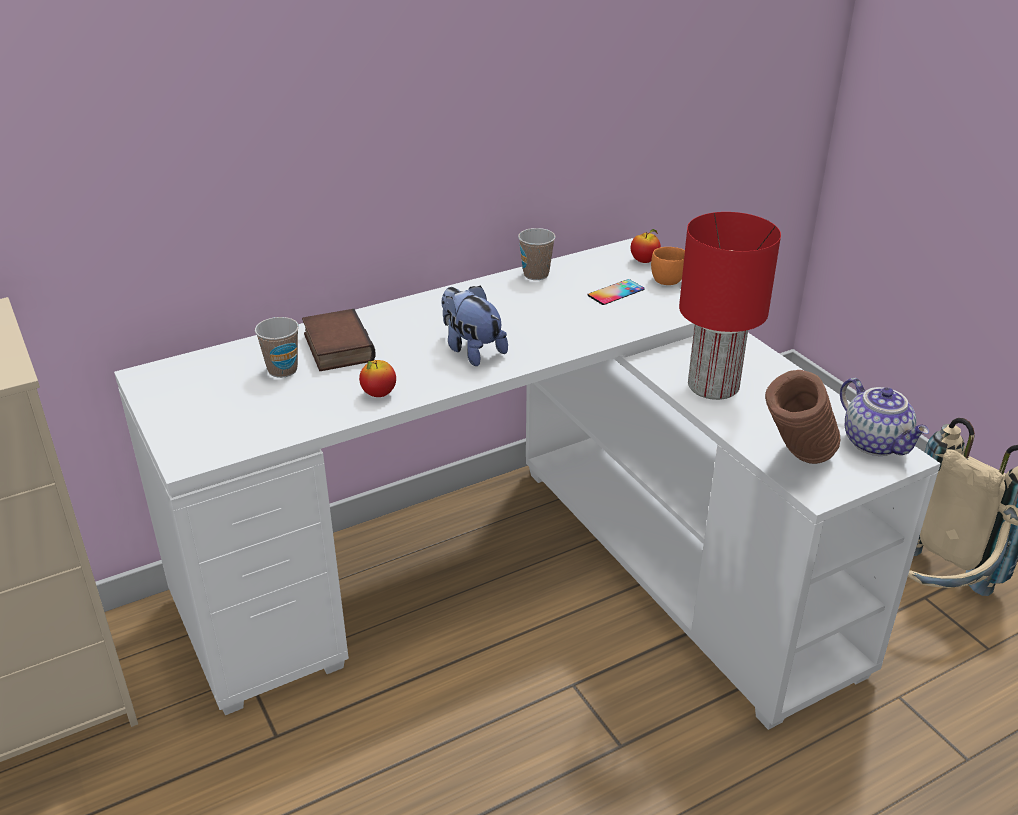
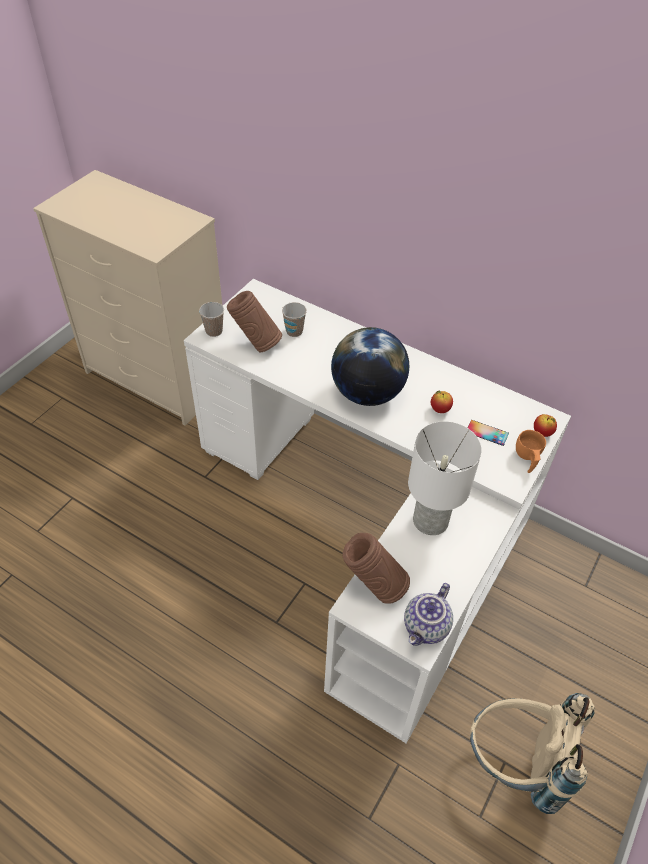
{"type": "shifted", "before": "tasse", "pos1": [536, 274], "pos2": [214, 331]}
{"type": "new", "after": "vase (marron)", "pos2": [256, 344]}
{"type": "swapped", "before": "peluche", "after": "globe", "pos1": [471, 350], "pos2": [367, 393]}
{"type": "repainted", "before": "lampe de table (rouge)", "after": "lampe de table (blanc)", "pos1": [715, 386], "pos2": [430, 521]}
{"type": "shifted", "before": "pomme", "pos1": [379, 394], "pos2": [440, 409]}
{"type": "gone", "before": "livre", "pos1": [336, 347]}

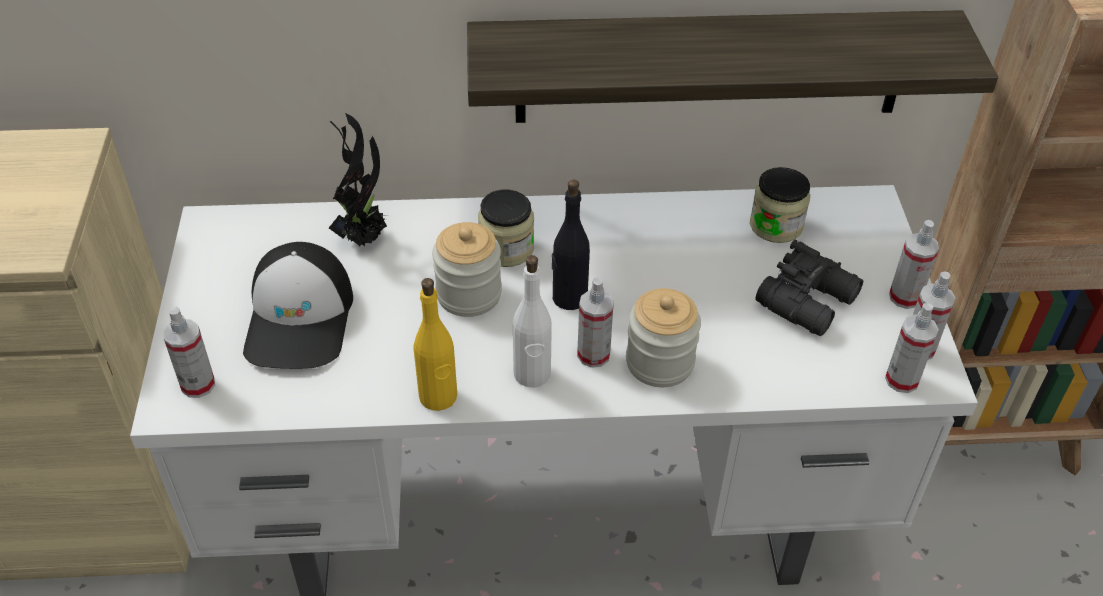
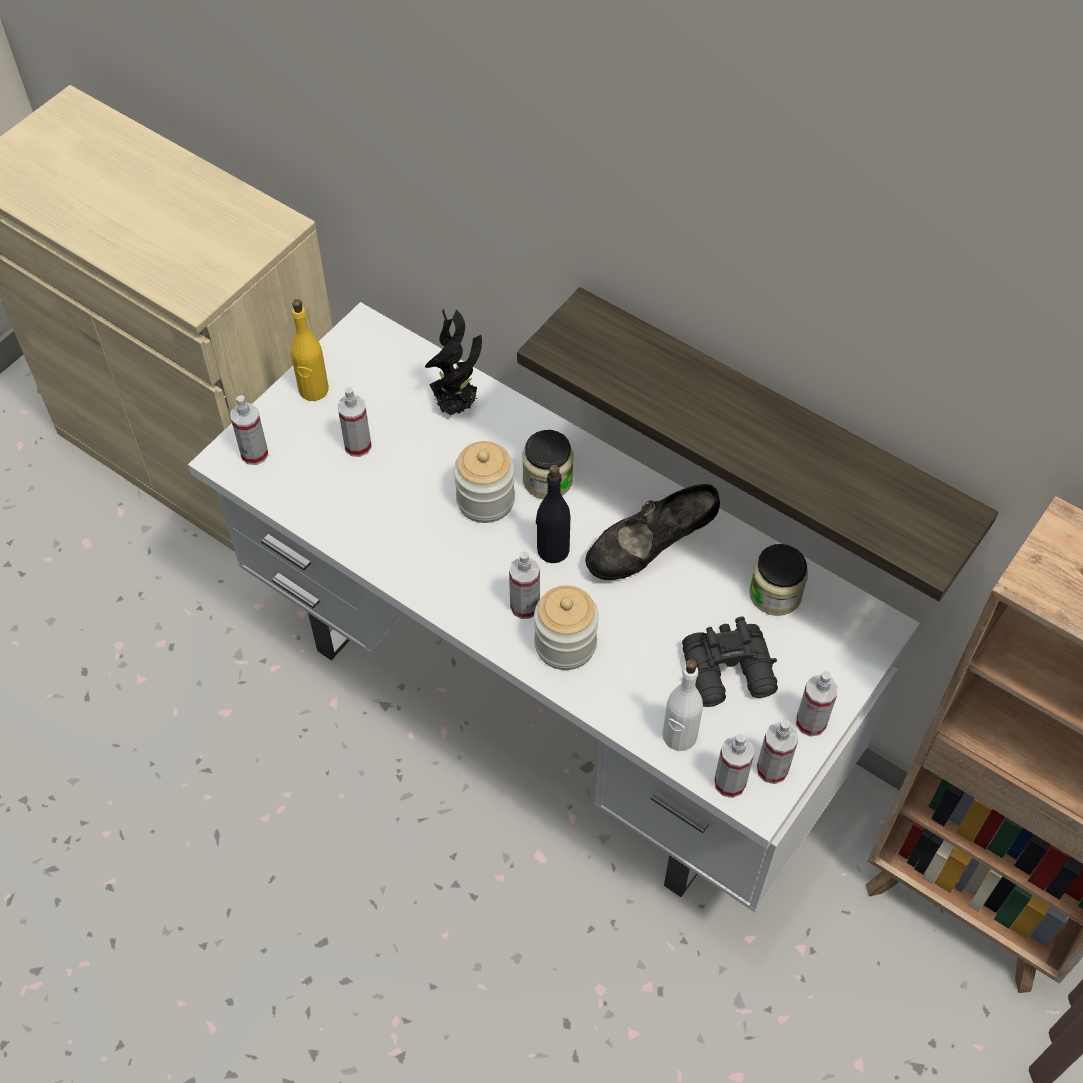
{"type": "shifted", "before": "bouteille (jaune)", "pos1": [438, 397], "pos2": [313, 390]}
{"type": "swapped", "before": "casquette", "after": "vaporisateur", "pos1": [301, 319], "pos2": [358, 446]}
{"type": "new", "after": "chaussure (noir)", "pos2": [650, 550]}
{"type": "shifted", "before": "bouteille (blanc)", "pos1": [532, 374], "pos2": [679, 736]}

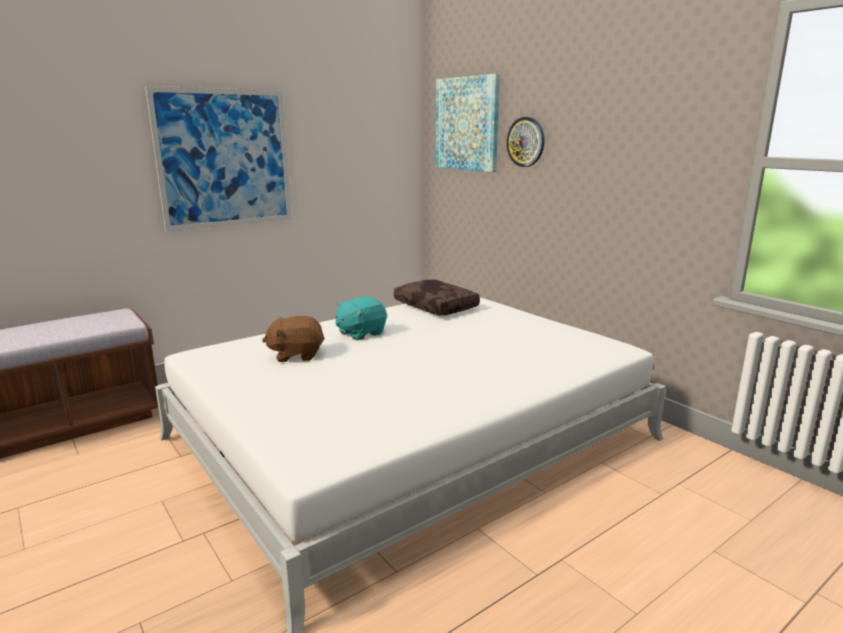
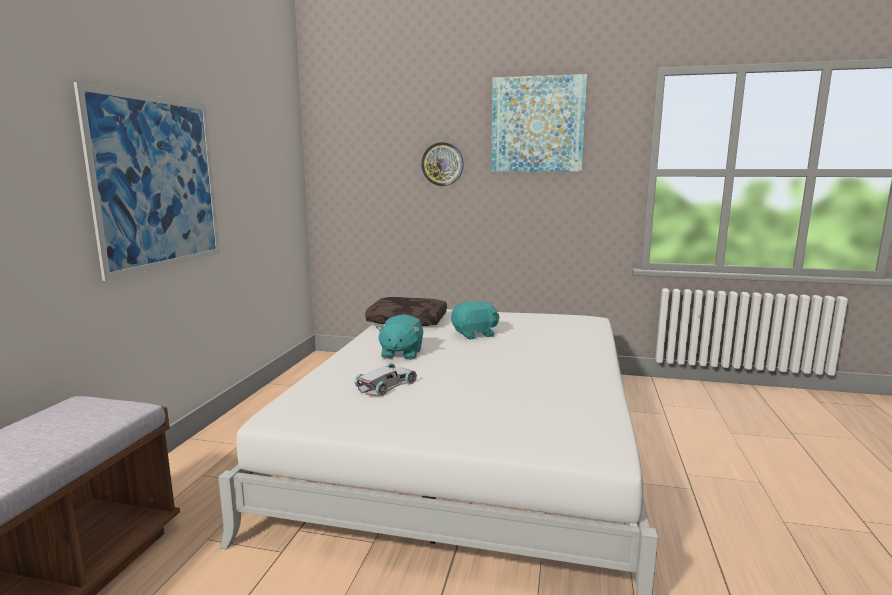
{"type": "swapped", "before": "peluche (marron)", "after": "petite voiture (blanc)", "pos1": [296, 355], "pos2": [387, 385]}
{"type": "new", "after": "peluche (turquoise)", "pos2": [475, 334]}
{"type": "shifted", "before": "tableau", "pos1": [467, 124], "pos2": [537, 124]}

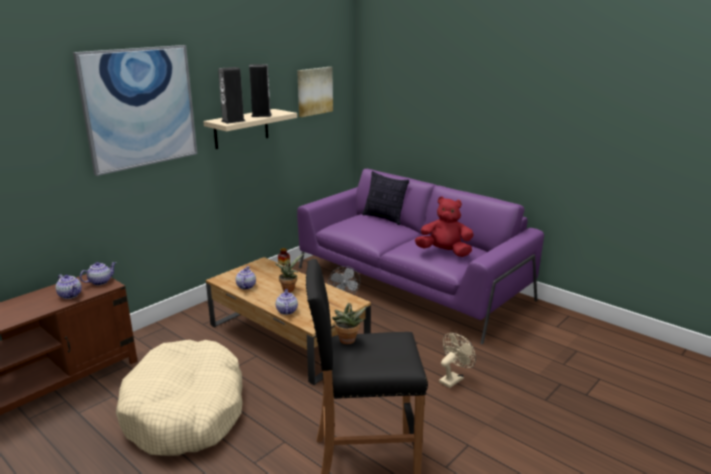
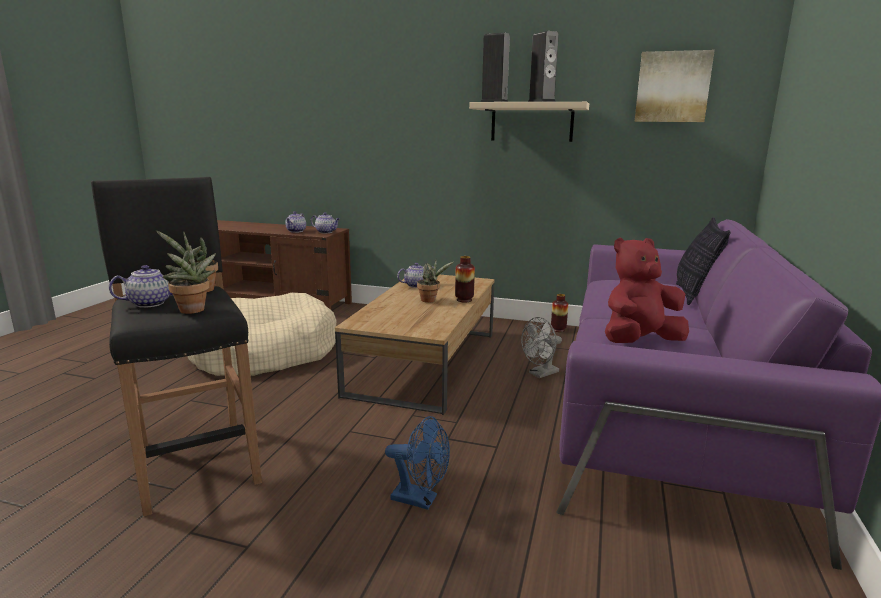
{"type": "shifted", "before": "théière", "pos1": [286, 311], "pos2": [151, 303]}
{"type": "new", "after": "plante en pot", "pos2": [193, 311]}
{"type": "repainted", "before": "ventilateur (beige)", "after": "ventilateur (bleu)", "pos1": [453, 379], "pos2": [421, 499]}
{"type": "new", "after": "vase", "pos2": [464, 300]}
{"type": "rotated", "before": "peluche (rouge)", "pos1": [444, 252], "pos2": [639, 342], "turn": -105}
{"type": "gone", "before": "tableau", "pos1": [140, 108]}

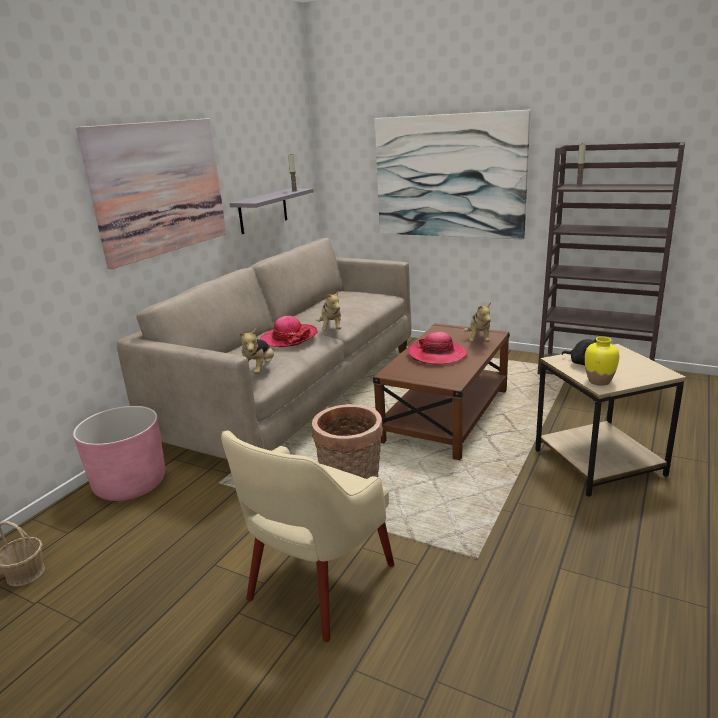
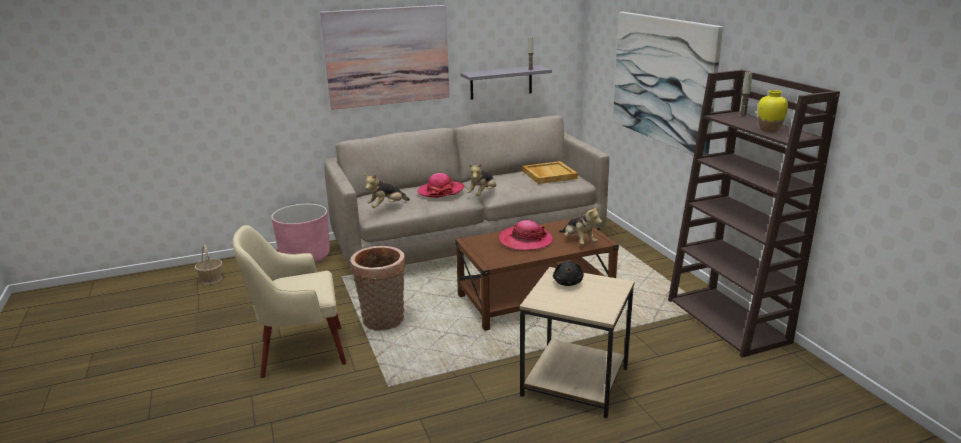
{"type": "new", "after": "plateau (beige)", "pos2": [548, 174]}
{"type": "rotated", "before": "peluche", "pos1": [479, 340], "pos2": [578, 242], "turn": -75}
{"type": "shifted", "before": "vase (jaune)", "pos1": [599, 381], "pos2": [769, 130]}

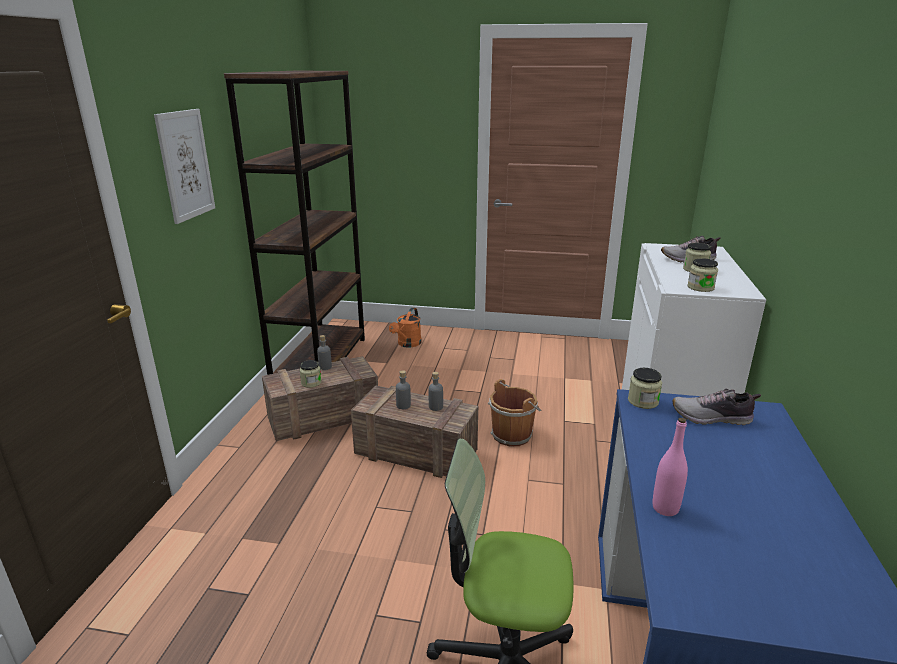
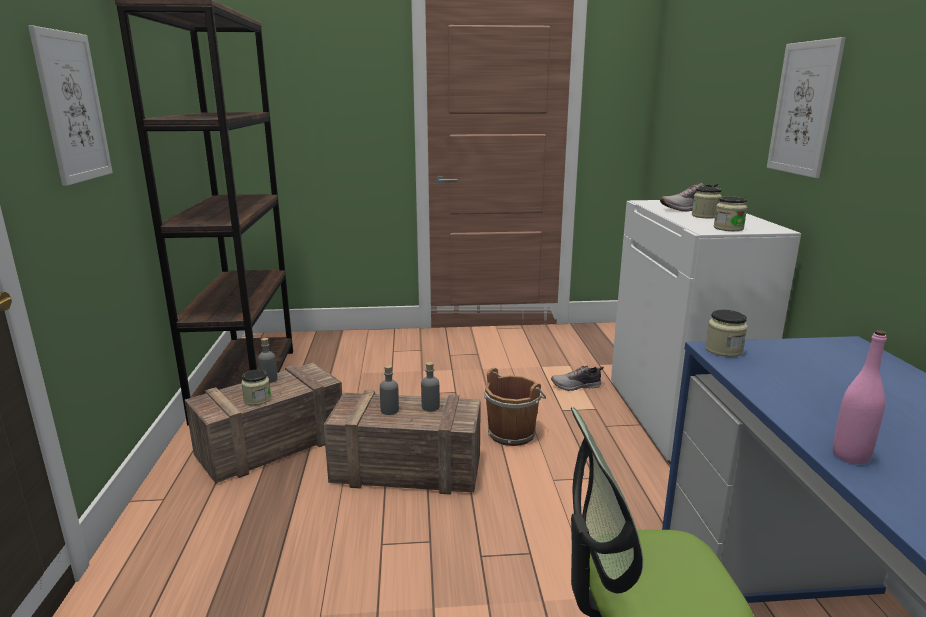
{"type": "shifted", "before": "chaussure", "pos1": [712, 418], "pos2": [576, 386]}
{"type": "new", "after": "tableau", "pos2": [804, 108]}
{"type": "gone", "before": "arrosoir (orange)", "pos1": [407, 344]}

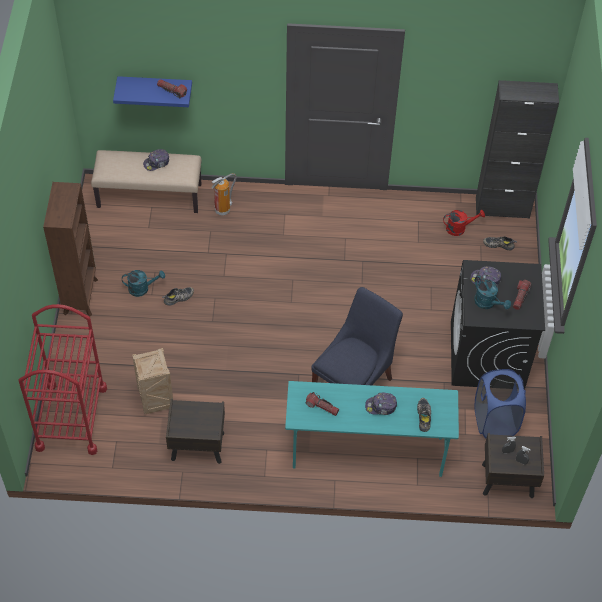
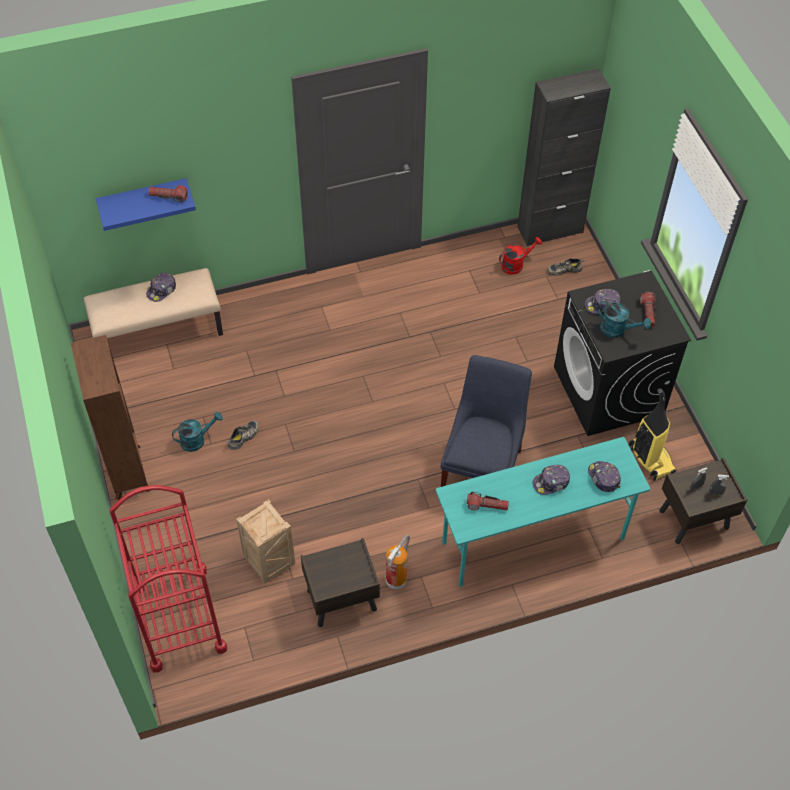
{"type": "shifted", "before": "extincteur", "pos1": [223, 210], "pos2": [396, 579]}
{"type": "swapped", "before": "chaussure", "after": "casquette", "pos1": [424, 416], "pos2": [603, 478]}
{"type": "swapped", "before": "panier à linge (bleu)", "after": "aspirateur", "pos1": [494, 421], "pos2": [650, 459]}

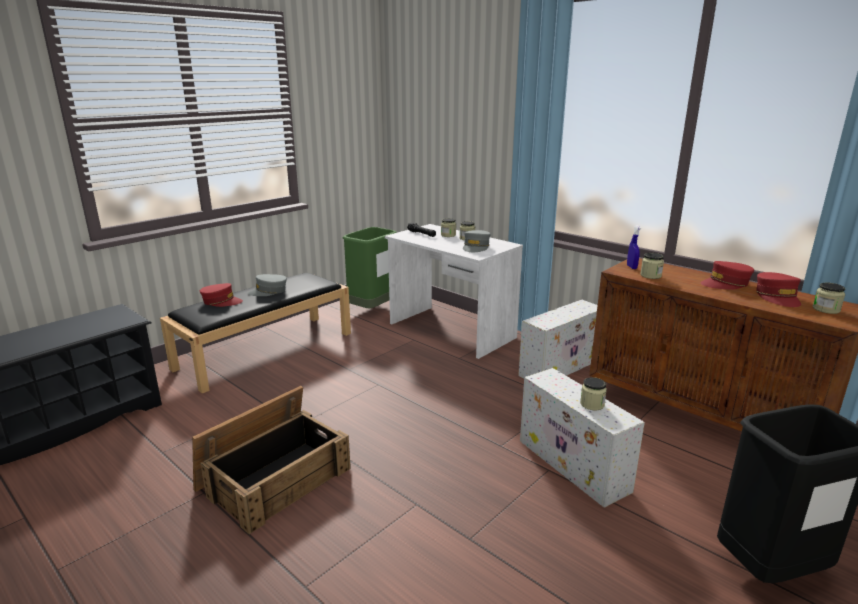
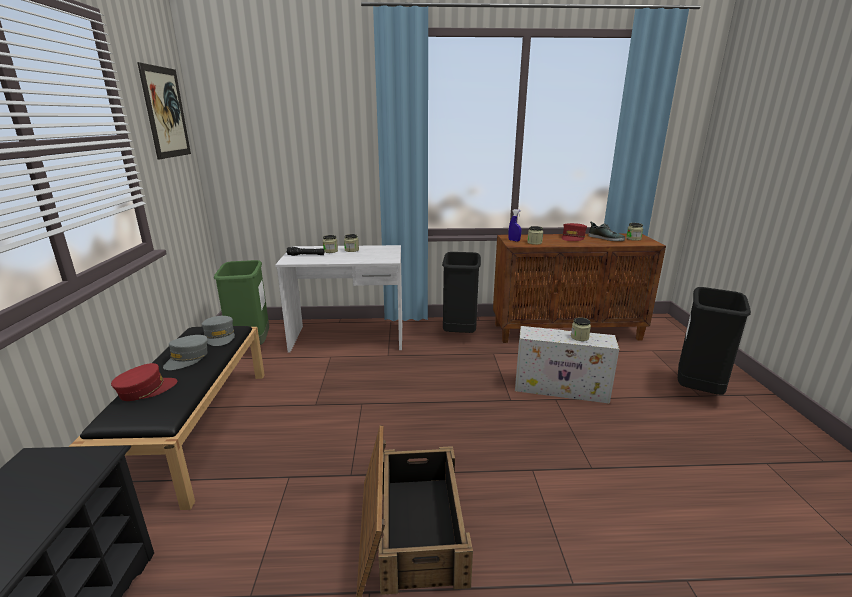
{"type": "new", "after": "tableau", "pos2": [166, 112]}
{"type": "shifted", "before": "casquette (gris)", "pos1": [476, 247], "pos2": [220, 336]}
{"type": "swapped", "before": "boîte de rangement (blanc)", "after": "poubelle (noir)", "pos1": [560, 367], "pos2": [459, 333]}
{"type": "swapped", "before": "casquette (rouge)", "after": "chaussure", "pos1": [777, 297], "pos2": [606, 238]}

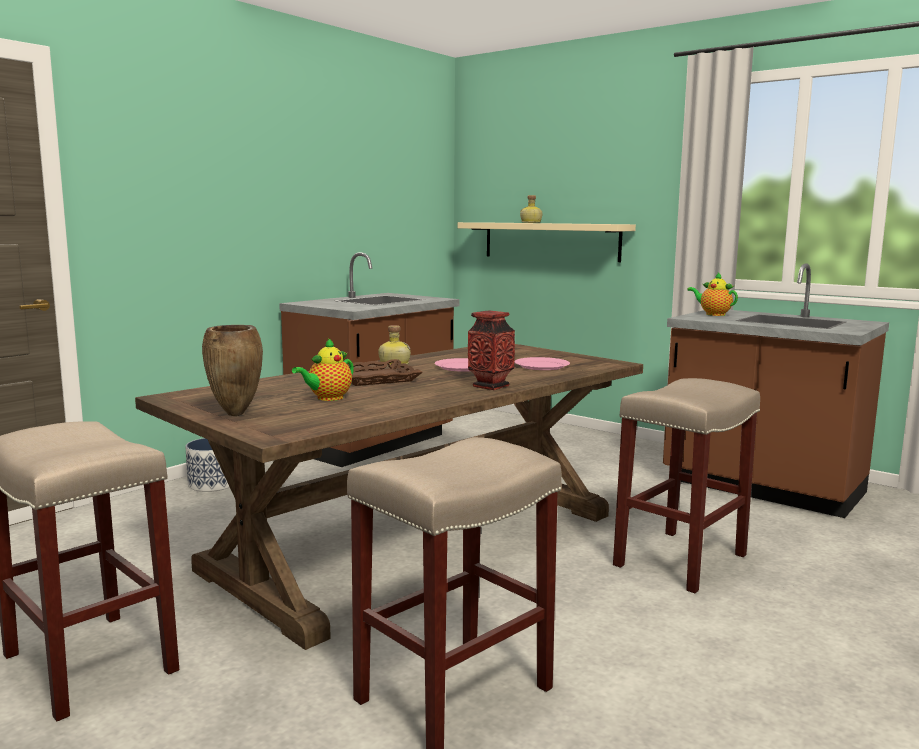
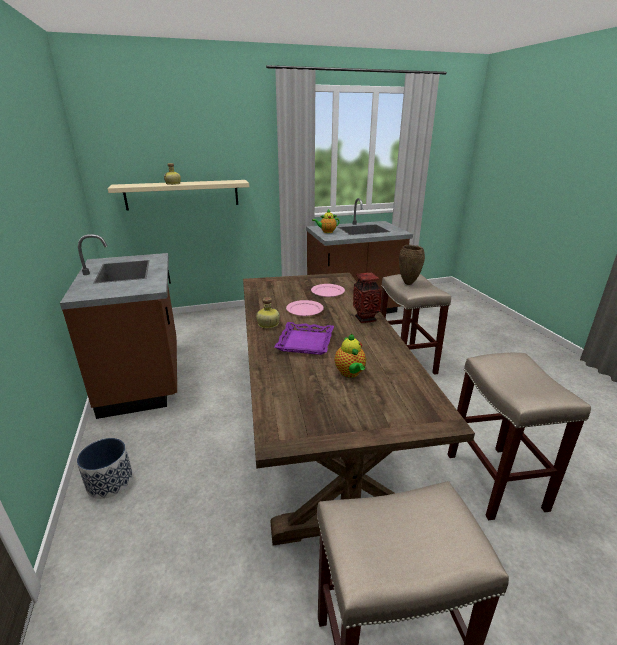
{"type": "repainted", "before": "plateau (marron)", "after": "plateau (violet)", "pos1": [374, 378], "pos2": [305, 342]}
{"type": "shifted", "before": "vase (marron)", "pos1": [236, 414], "pos2": [409, 284]}

